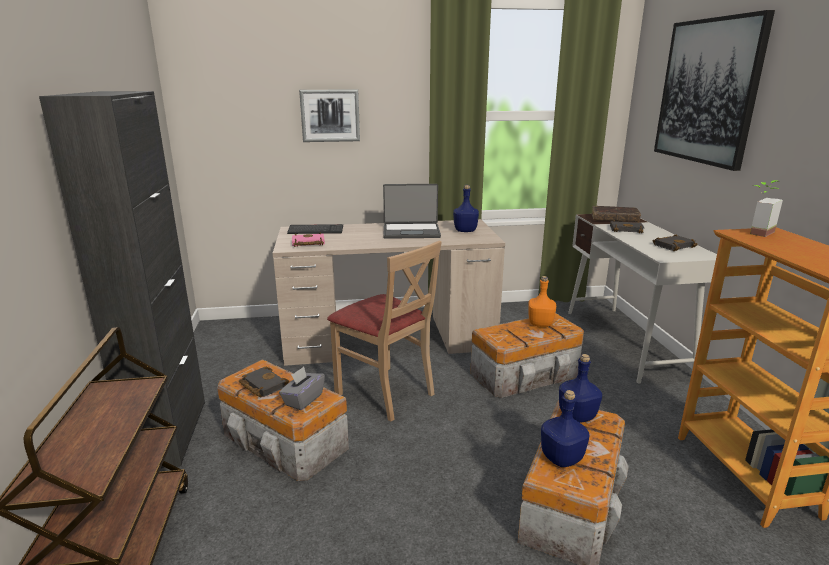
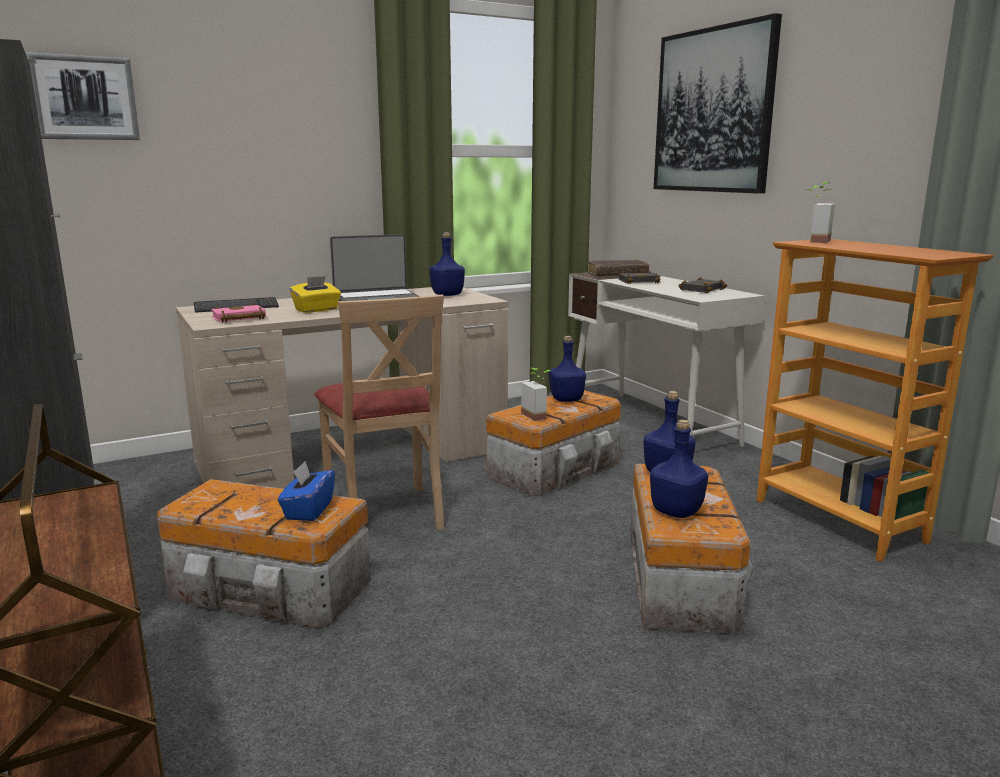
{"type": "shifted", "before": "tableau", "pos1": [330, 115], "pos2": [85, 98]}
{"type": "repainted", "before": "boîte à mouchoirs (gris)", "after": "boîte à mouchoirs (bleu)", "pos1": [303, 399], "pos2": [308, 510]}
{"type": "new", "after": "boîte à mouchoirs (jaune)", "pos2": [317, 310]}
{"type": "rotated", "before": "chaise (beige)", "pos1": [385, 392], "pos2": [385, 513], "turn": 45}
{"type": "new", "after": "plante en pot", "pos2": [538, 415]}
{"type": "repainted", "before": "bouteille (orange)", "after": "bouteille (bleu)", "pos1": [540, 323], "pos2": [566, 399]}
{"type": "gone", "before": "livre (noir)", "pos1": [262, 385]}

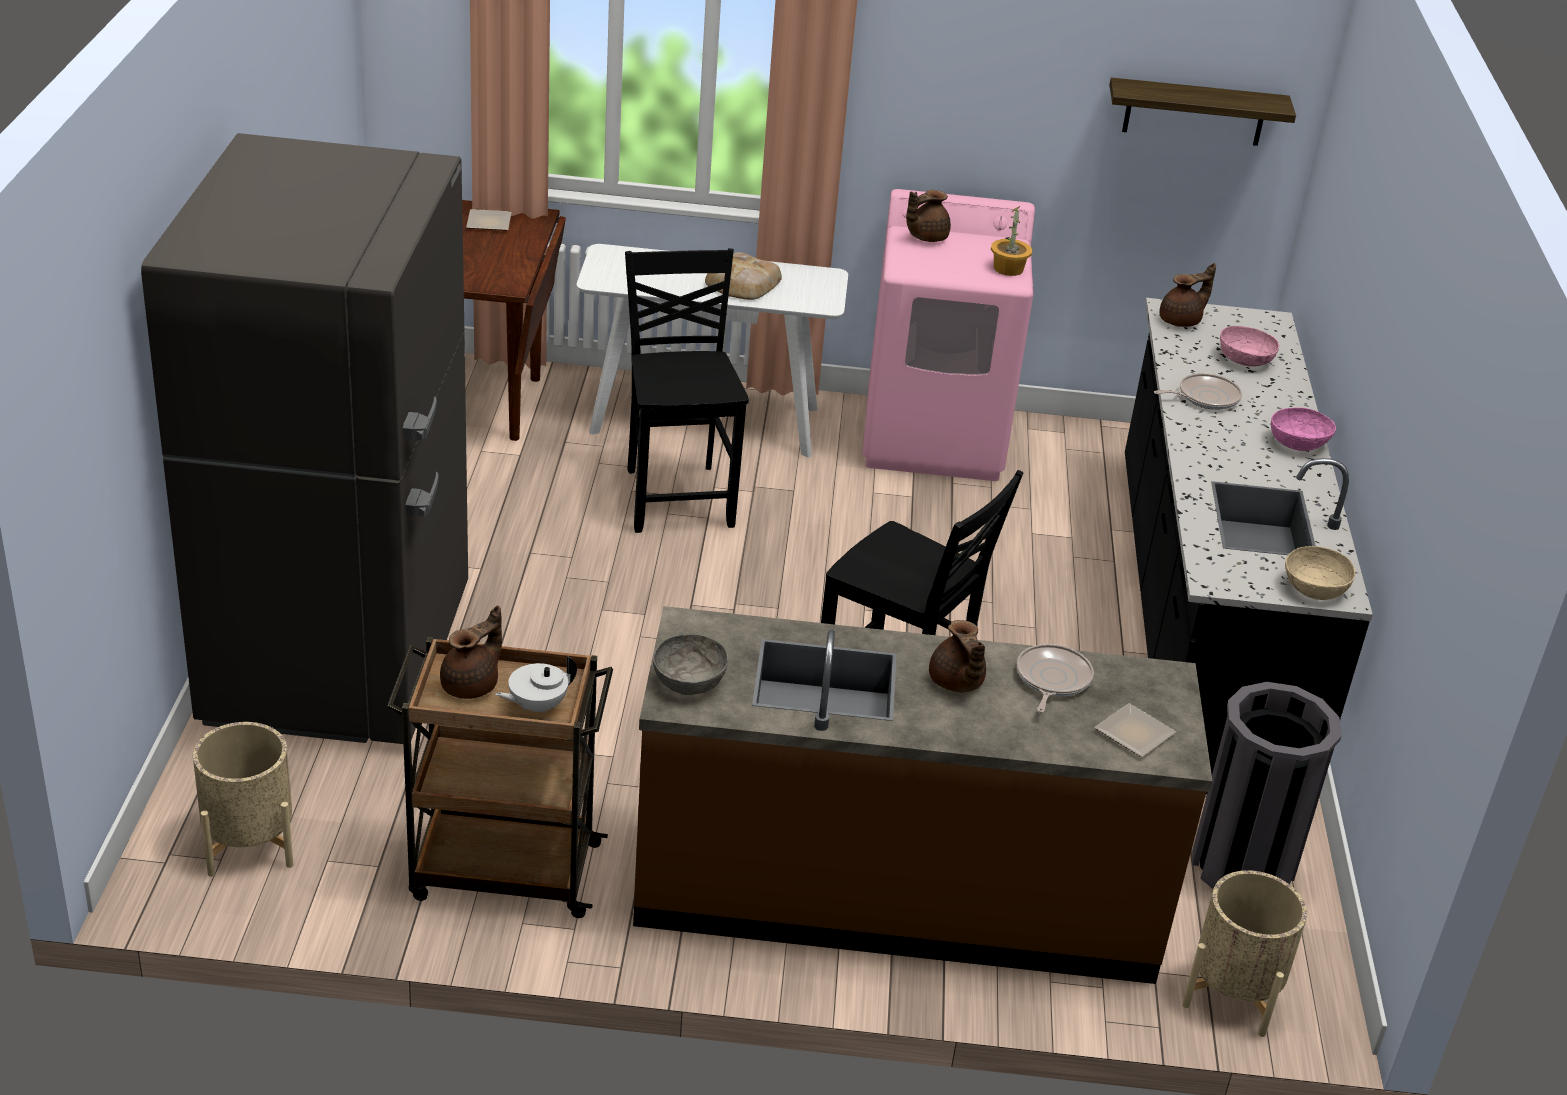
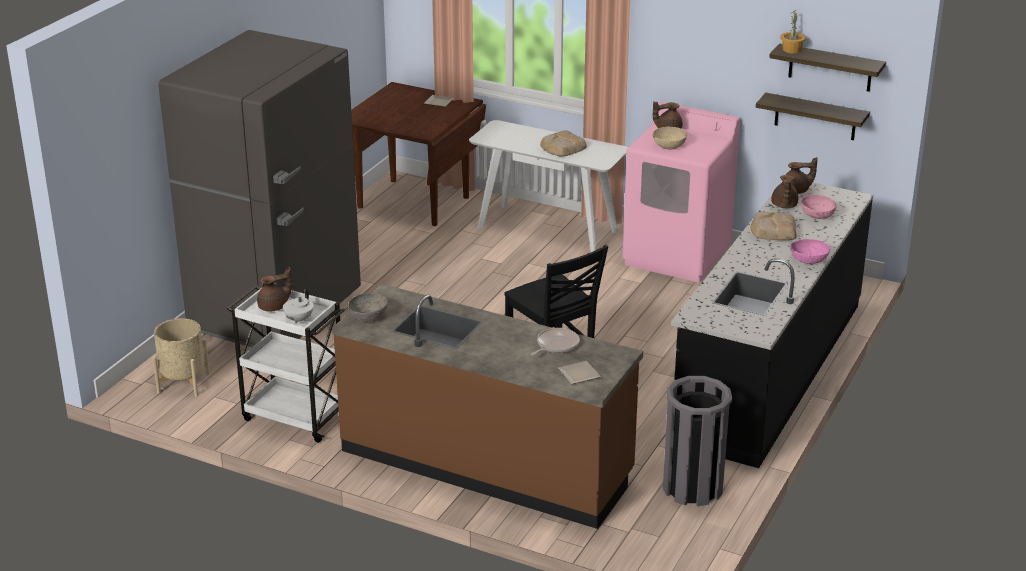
{"type": "repainted", "before": "chariot (marron)", "after": "chariot (blanc)", "pos1": [502, 871], "pos2": [294, 416]}
{"type": "rotated", "before": "théière (blanc)", "pos1": [537, 706], "pos2": [298, 320], "turn": -60}
{"type": "shifted", "before": "bol (beige)", "pos1": [1314, 588], "pos2": [669, 145]}
{"type": "swapped", "before": "poêle", "after": "pain", "pos1": [1205, 397], "pos2": [773, 230]}
{"type": "new", "after": "étagère", "pos2": [815, 117]}
{"type": "shifted", "before": "théière (marron)", "pos1": [956, 683], "pos2": [783, 205]}
{"type": "shifted", "before": "plante en pot", "pos1": [1009, 269], "pos2": [792, 50]}
{"type": "gone", "before": "chaise (noir)", "pos1": [677, 497]}
{"type": "gone", "before": "cache-pot (beige)", "pos1": [1233, 993]}

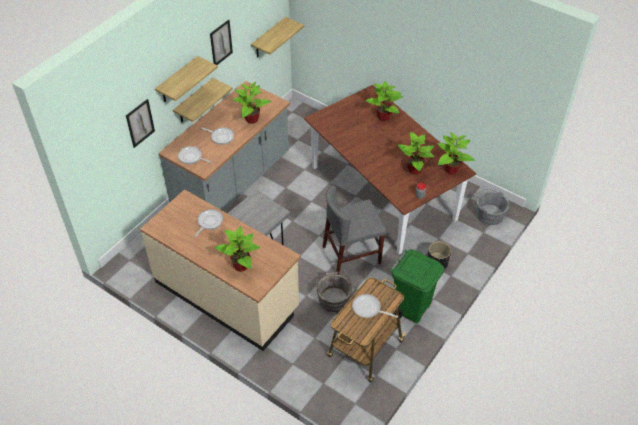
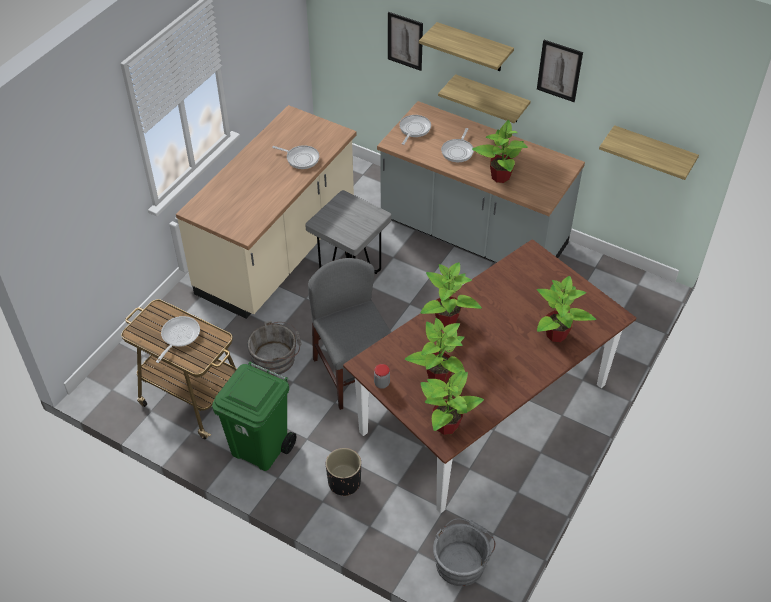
{"type": "shifted", "before": "plante en pot", "pos1": [241, 266], "pos2": [446, 320]}

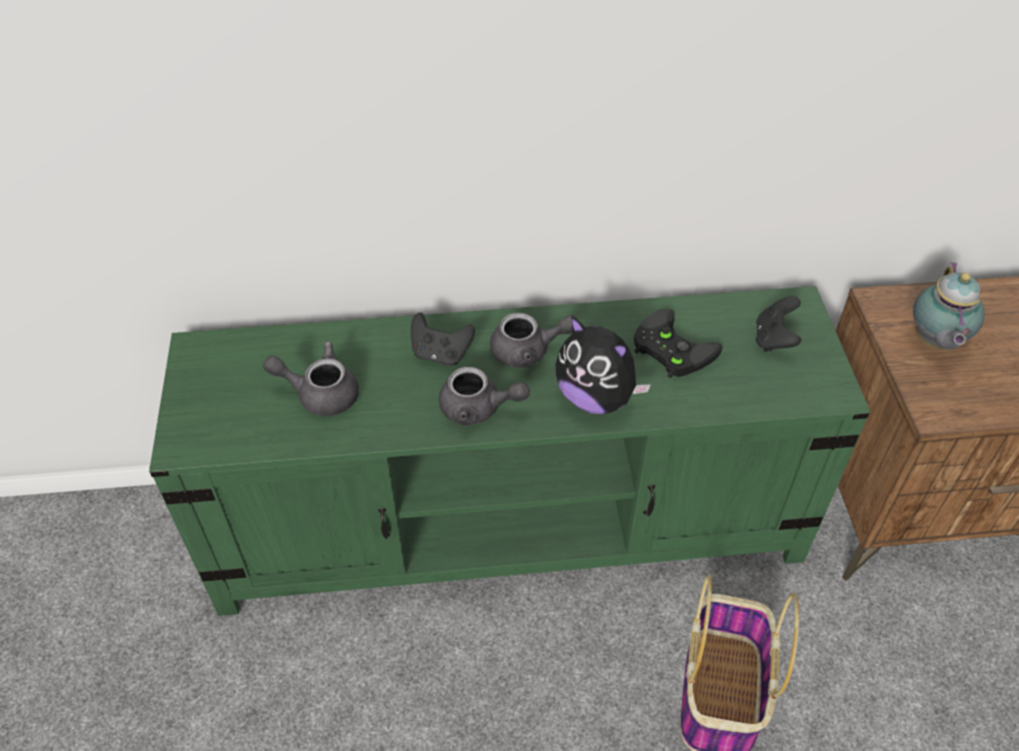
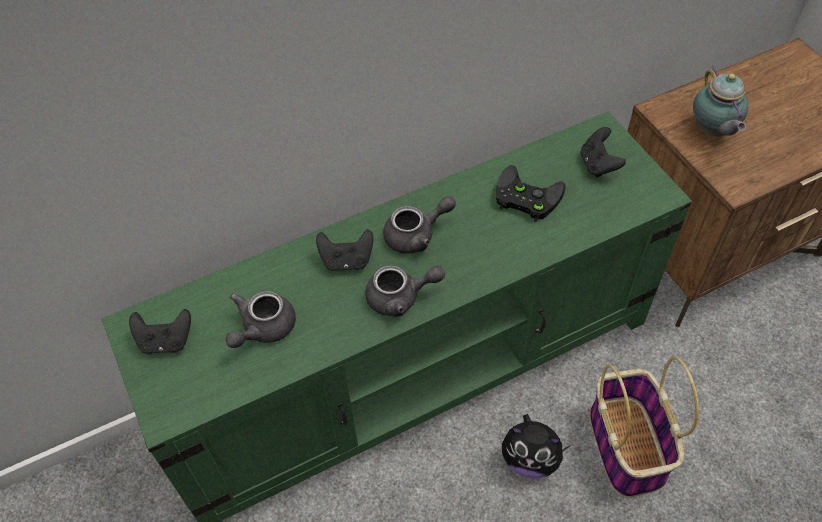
{"type": "new", "after": "manette (noir)", "pos2": [165, 341]}
{"type": "rotated", "before": "théière (gris)", "pos1": [320, 393], "pos2": [263, 329], "turn": -45}
{"type": "shifted", "before": "peluche", "pos1": [596, 397], "pos2": [530, 459]}

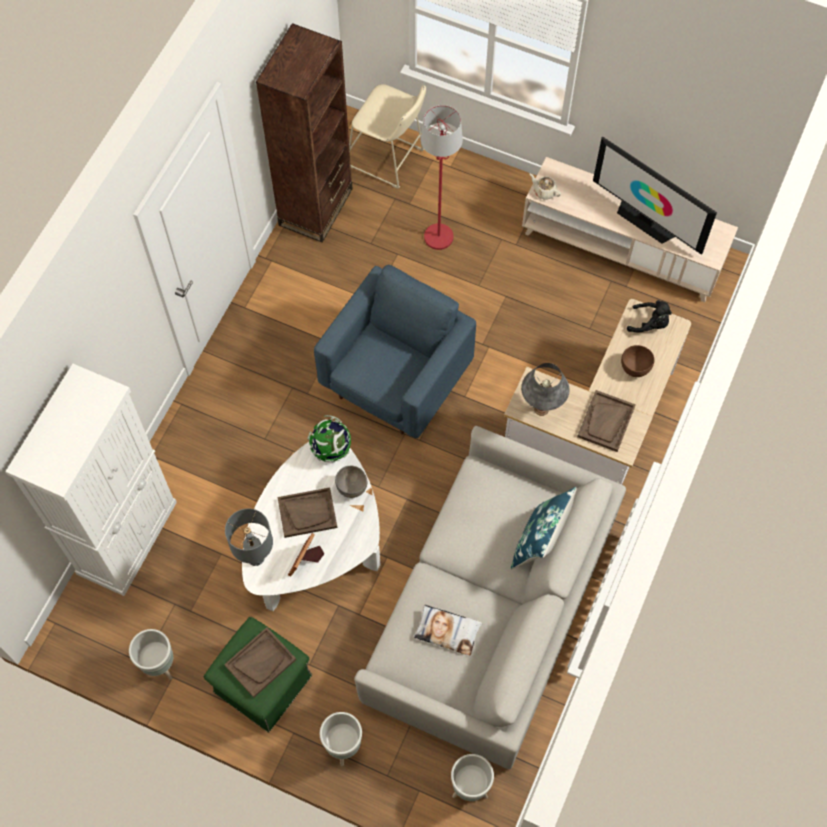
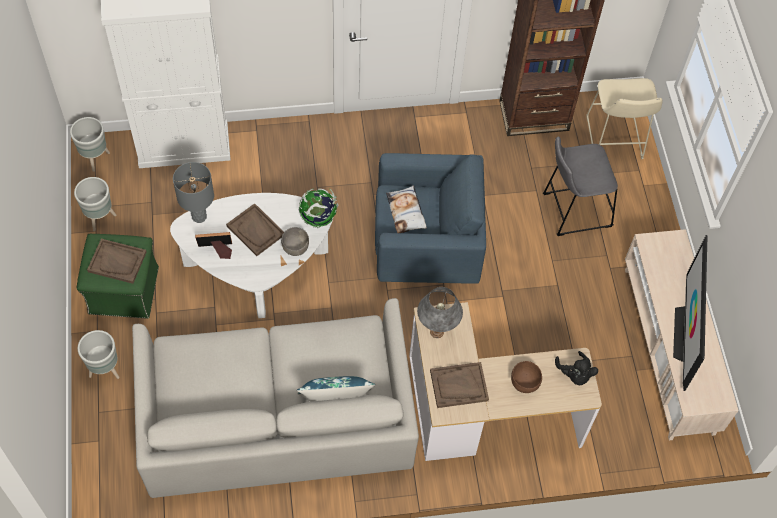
{"type": "shifted", "before": "cache-pot (gris)", "pos1": [469, 786], "pos2": [95, 158]}
{"type": "shifted", "before": "coussin", "pos1": [448, 631], "pos2": [406, 212]}
{"type": "swapped", "before": "lampadaire (rouge)", "after": "tabouret (gris)", "pos1": [438, 237], "pos2": [573, 210]}
{"type": "gone", "before": "théière (beige)", "pos1": [544, 191]}

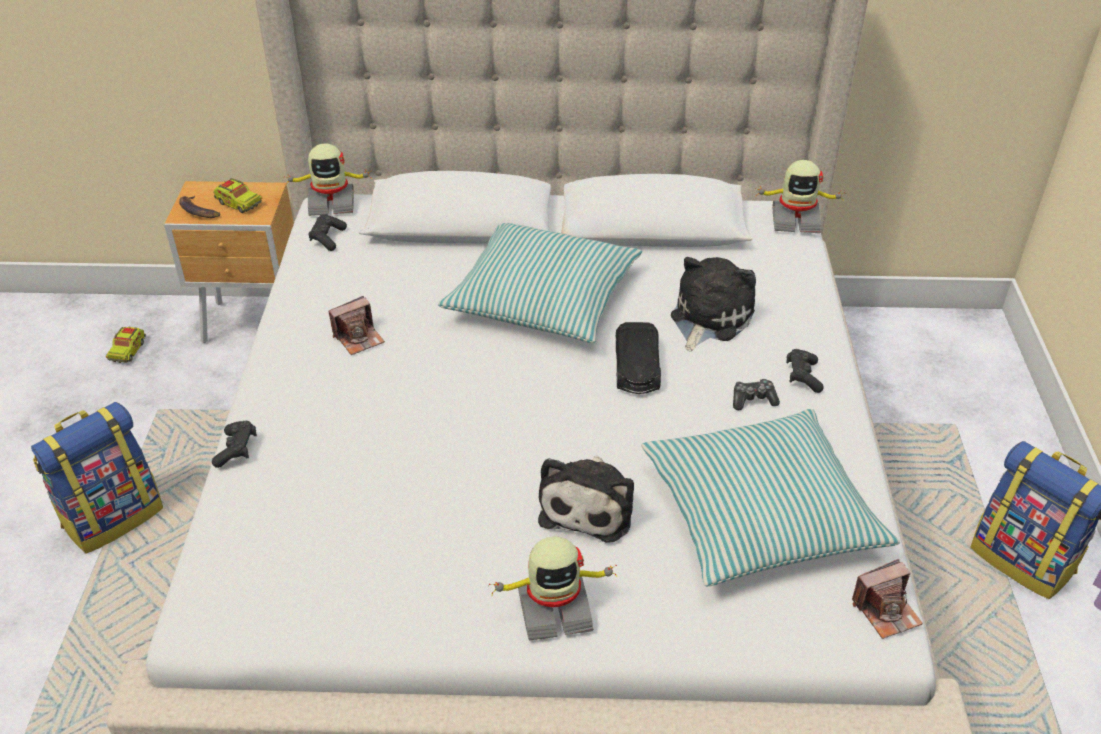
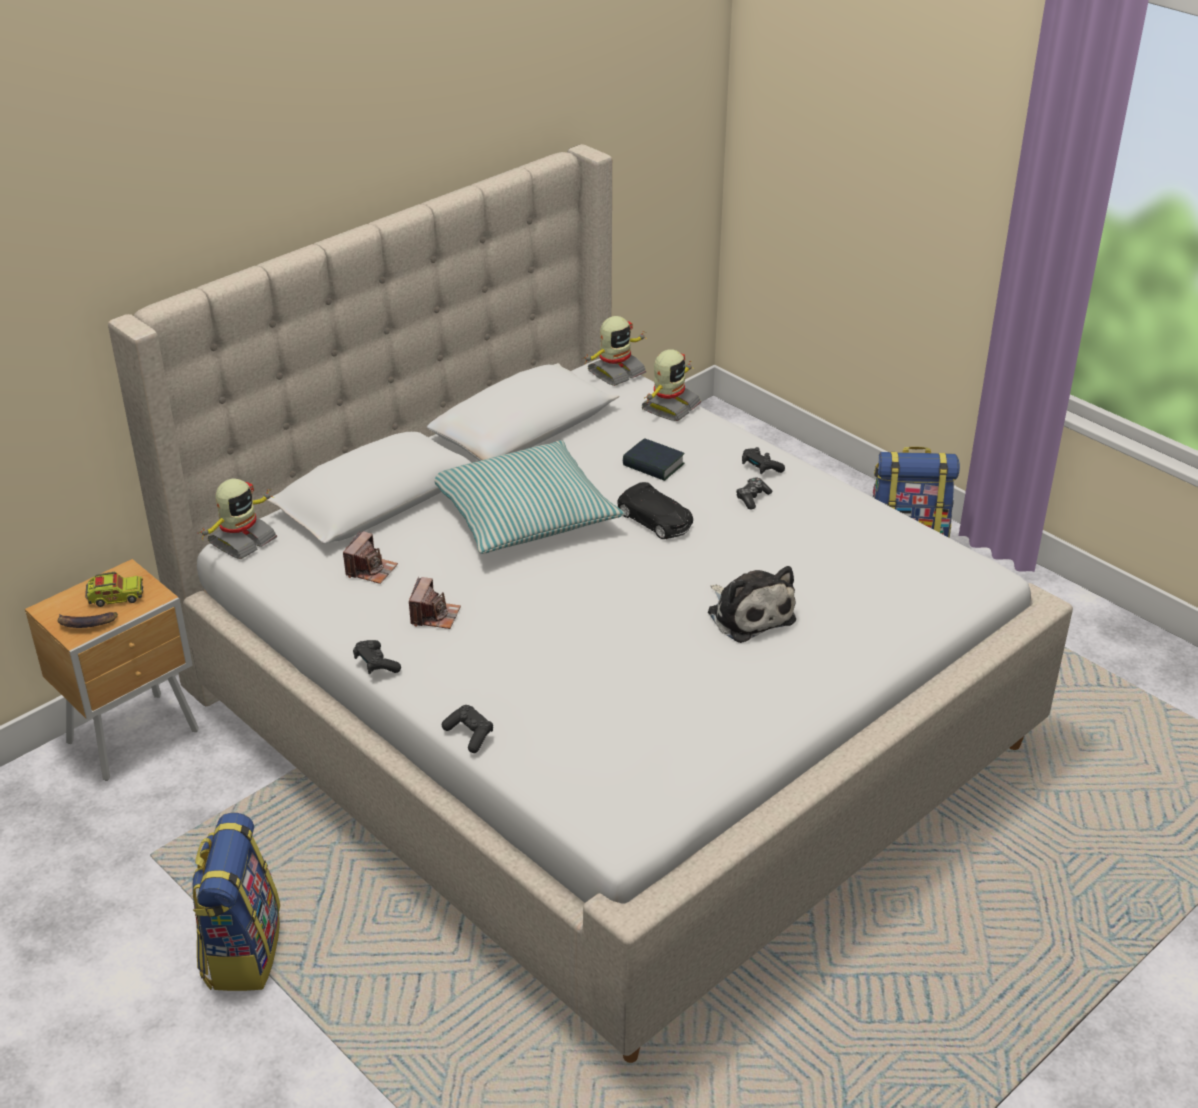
{"type": "shifted", "before": "appareil photo", "pos1": [886, 611], "pos2": [371, 570]}
{"type": "shifted", "before": "manette (noir)", "pos1": [328, 238], "pos2": [376, 664]}
{"type": "swapped", "before": "peluche", "after": "livre", "pos1": [708, 318], "pos2": [653, 465]}
{"type": "shifted", "before": "robot jouet", "pos1": [554, 608], "pos2": [669, 407]}
{"type": "gone", "before": "camion jouet", "pos1": [128, 350]}
{"type": "gone", "before": "coussin", "pos1": [759, 512]}

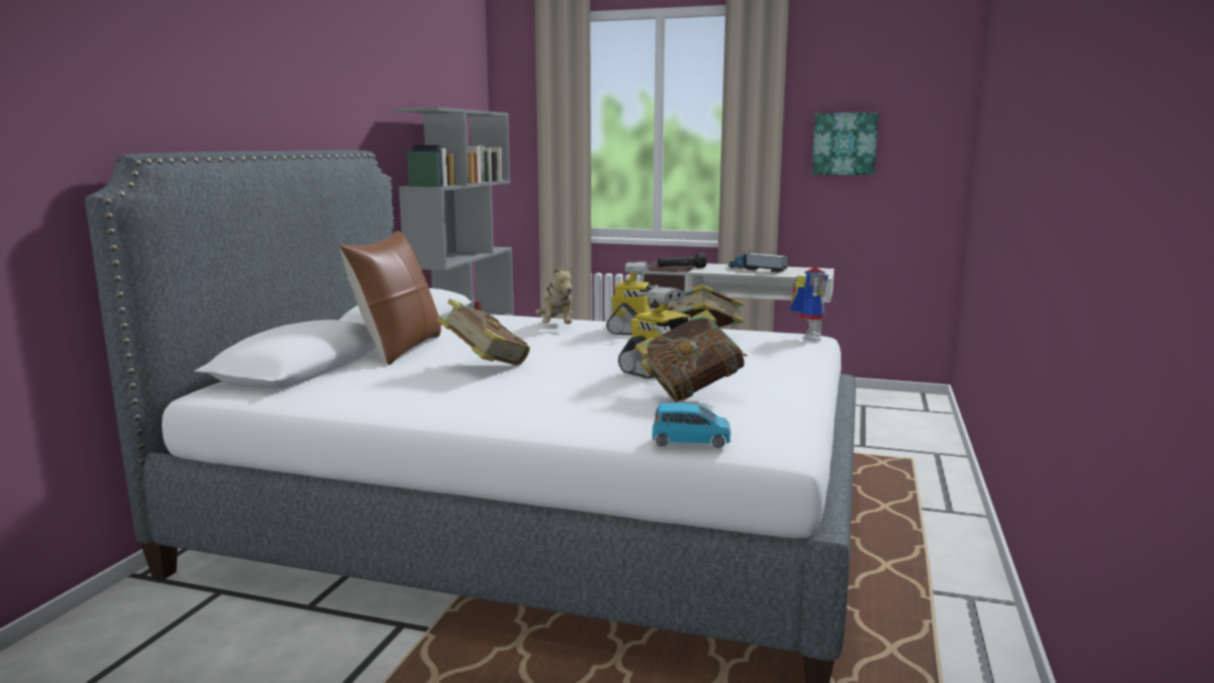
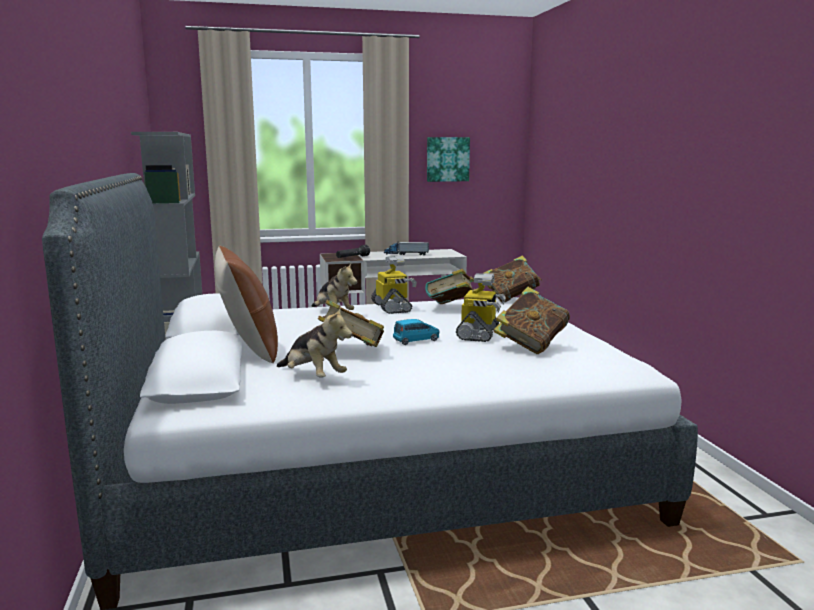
{"type": "new", "after": "peluche", "pos2": [313, 377]}
{"type": "shifted", "before": "petite voiture (bleu)", "pos1": [691, 441], "pos2": [416, 340]}
{"type": "swapped", "before": "robot jouet", "after": "livre", "pos1": [807, 337], "pos2": [511, 298]}

